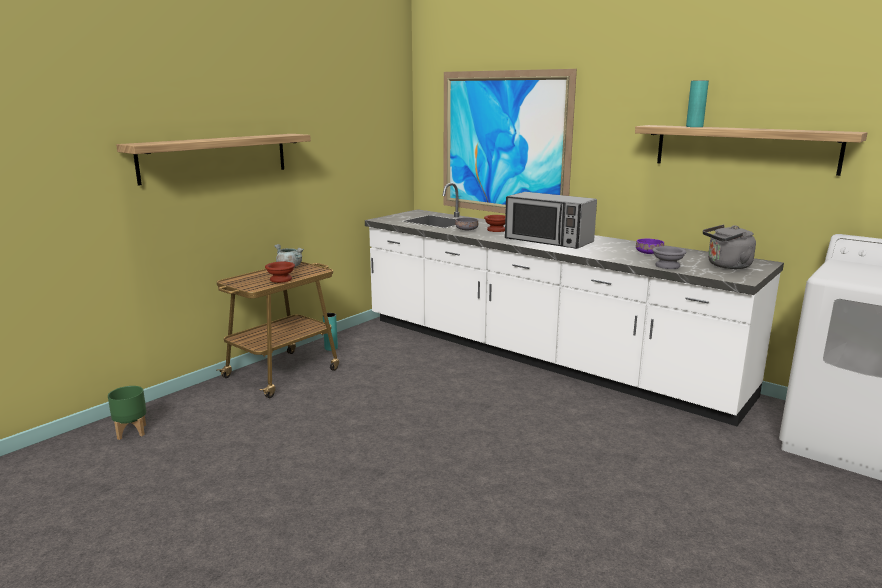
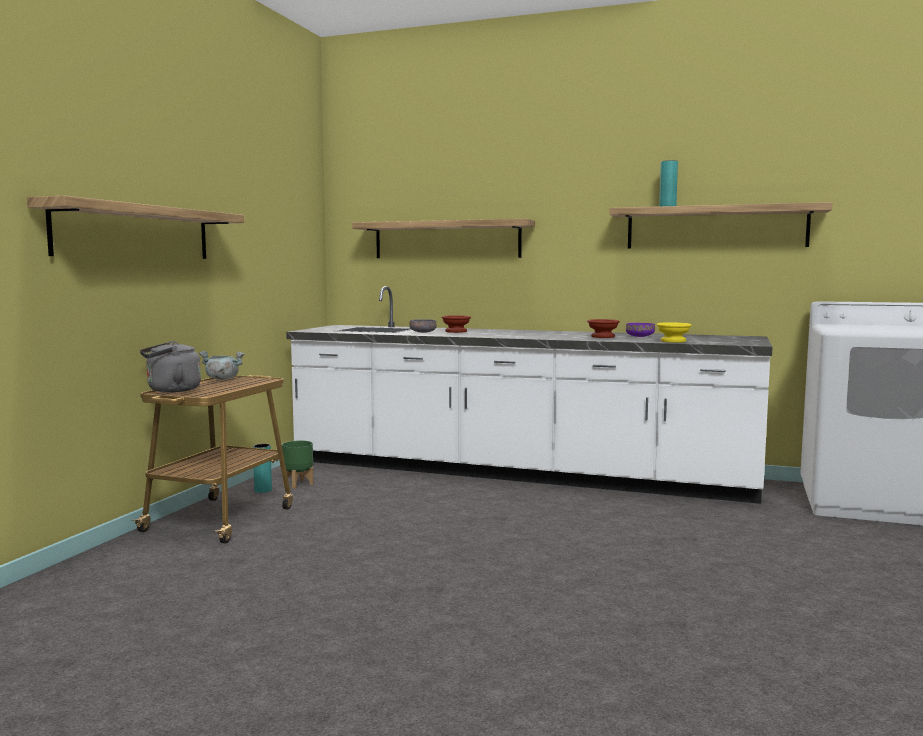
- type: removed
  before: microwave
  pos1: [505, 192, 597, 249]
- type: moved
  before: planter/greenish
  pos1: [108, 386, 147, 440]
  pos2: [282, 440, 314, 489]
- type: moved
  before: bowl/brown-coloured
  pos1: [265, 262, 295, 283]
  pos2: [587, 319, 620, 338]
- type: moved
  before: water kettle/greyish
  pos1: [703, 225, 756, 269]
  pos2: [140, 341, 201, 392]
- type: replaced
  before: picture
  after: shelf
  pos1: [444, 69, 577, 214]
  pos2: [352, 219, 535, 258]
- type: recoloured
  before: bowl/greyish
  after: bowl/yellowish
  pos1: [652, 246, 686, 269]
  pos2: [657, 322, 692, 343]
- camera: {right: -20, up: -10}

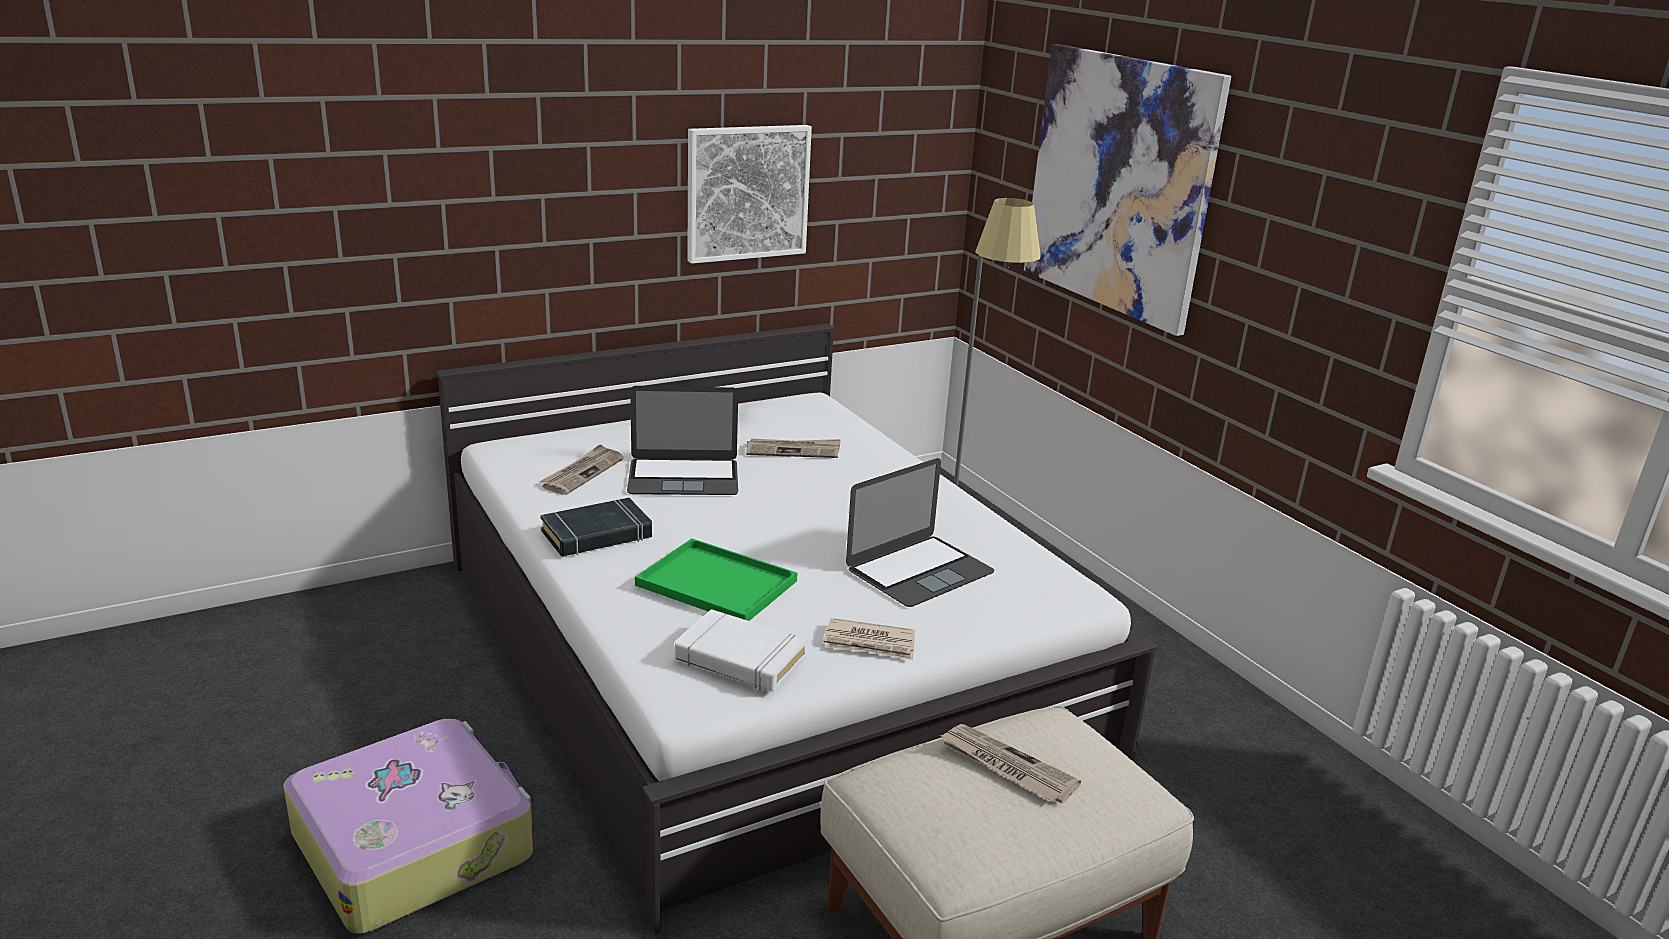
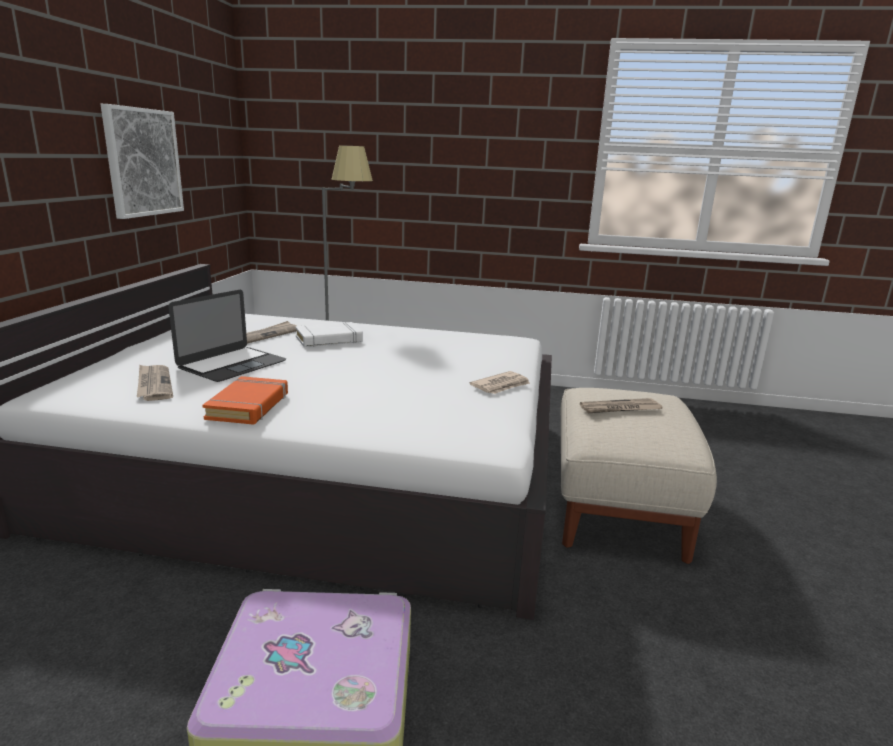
- type: removed
  before: carrying tray/greenish
  pos1: [635, 538, 797, 621]
- type: removed
  before: portable computer
  pos1: [846, 458, 994, 607]
- type: removed
  before: picture
  pos1: [1024, 44, 1231, 336]
- type: moved
  before: book/white-coloured
  pos1: [675, 609, 808, 692]
  pos2: [295, 322, 363, 347]
- type: recoloured
  before: book/black
  after: book/orangey
  pos1: [540, 498, 652, 556]
  pos2: [202, 376, 288, 425]
- camera: {right: -50, up: -5}

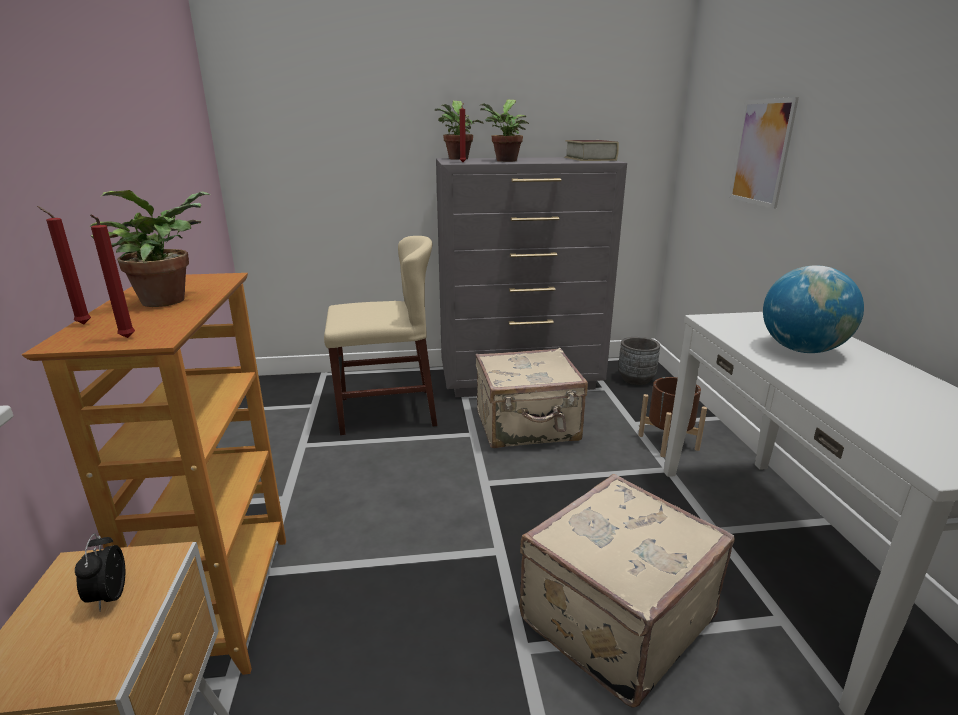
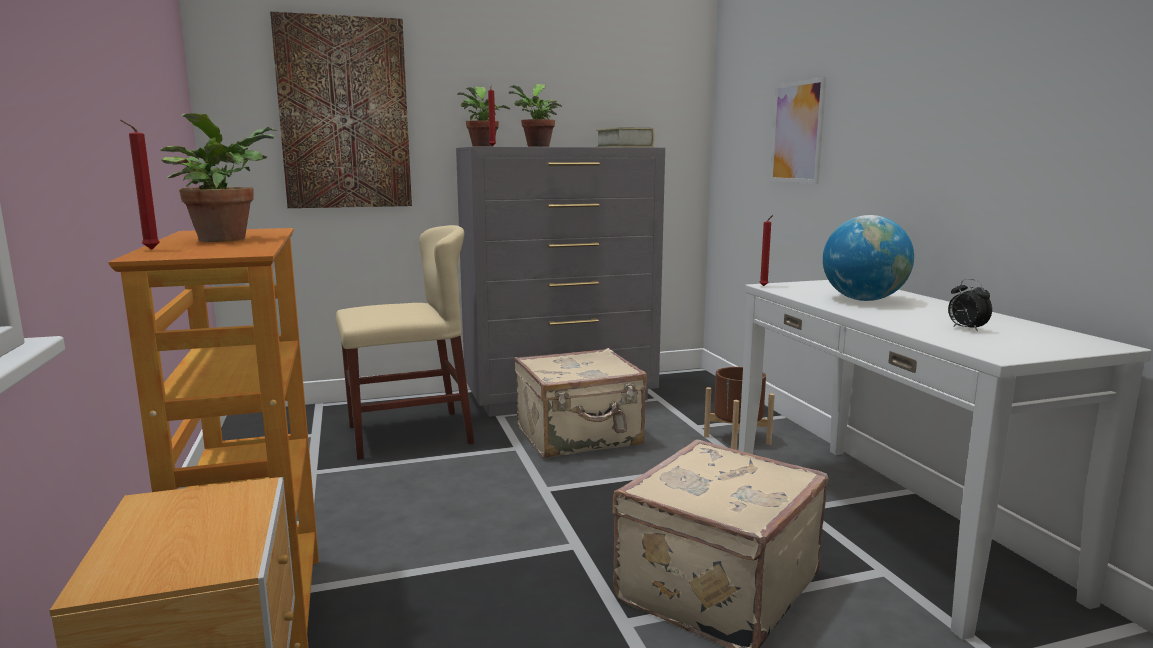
- type: removed
  before: planter/greyish
  pos1: [618, 337, 660, 385]
- type: added
  after: picture
  pos2: [270, 11, 412, 208]
- type: moved
  before: table clock
  pos1: [75, 533, 125, 612]
  pos2: [948, 279, 992, 332]
- type: moved
  before: candle/reddish
  pos1: [90, 214, 135, 338]
  pos2: [760, 215, 773, 286]
- camera: {right: -10, up: -10}

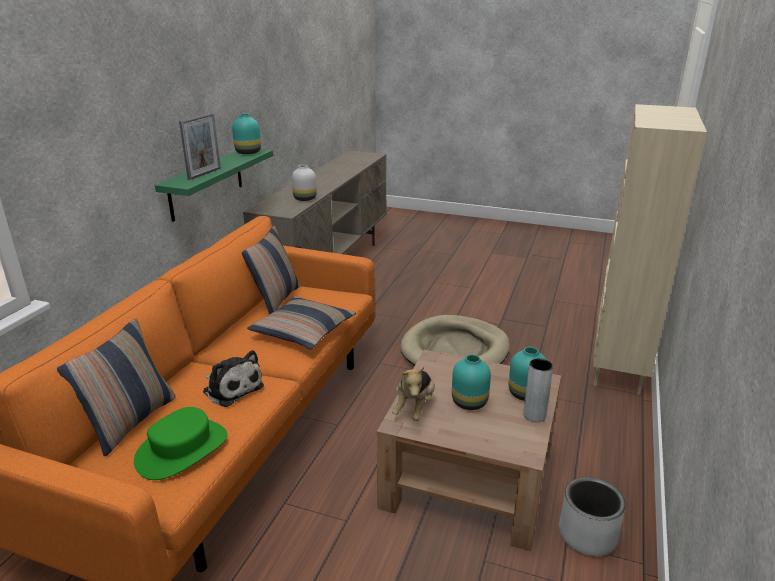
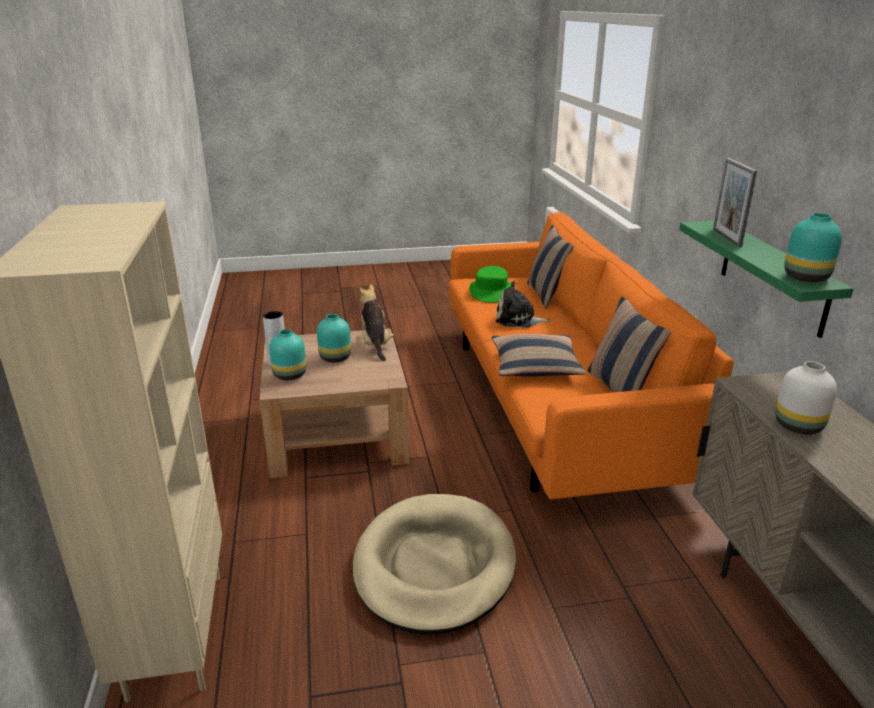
- type: removed
  before: planter/greyish
  pos1: [559, 477, 626, 556]
- camera: {right: 150, up: 0}

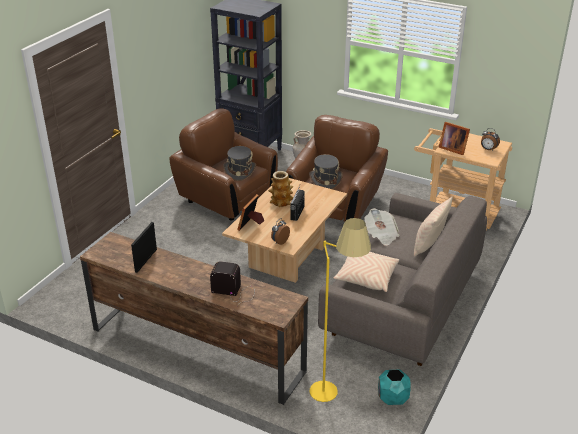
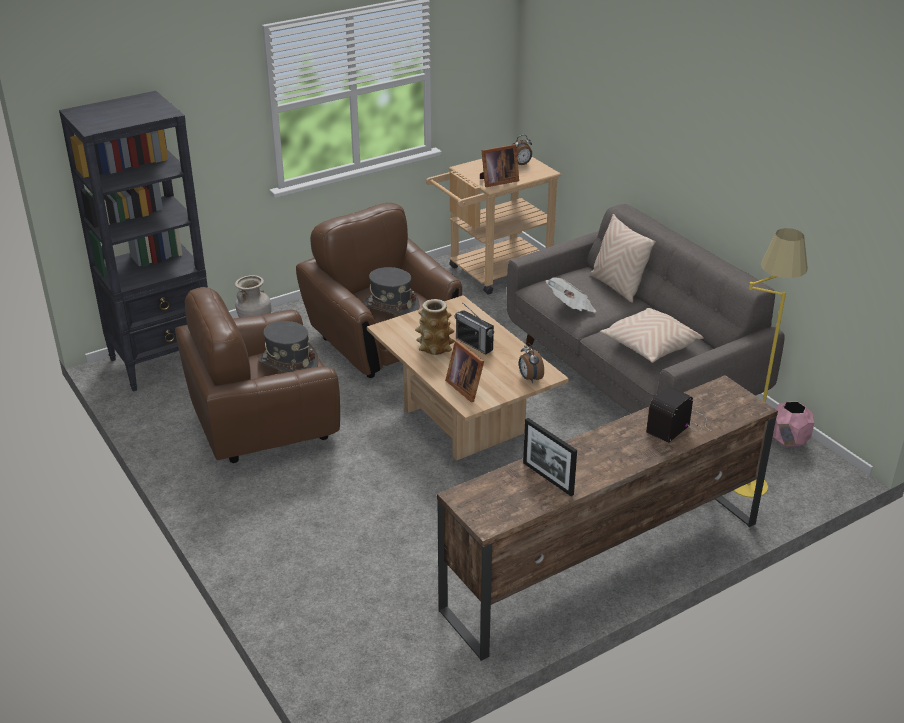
- type: recoloured
  before: planter/blue-green
  after: planter/pinkish
  pos1: [378, 370, 411, 405]
  pos2: [773, 402, 814, 447]
- camera: {right: -60, up: 0}

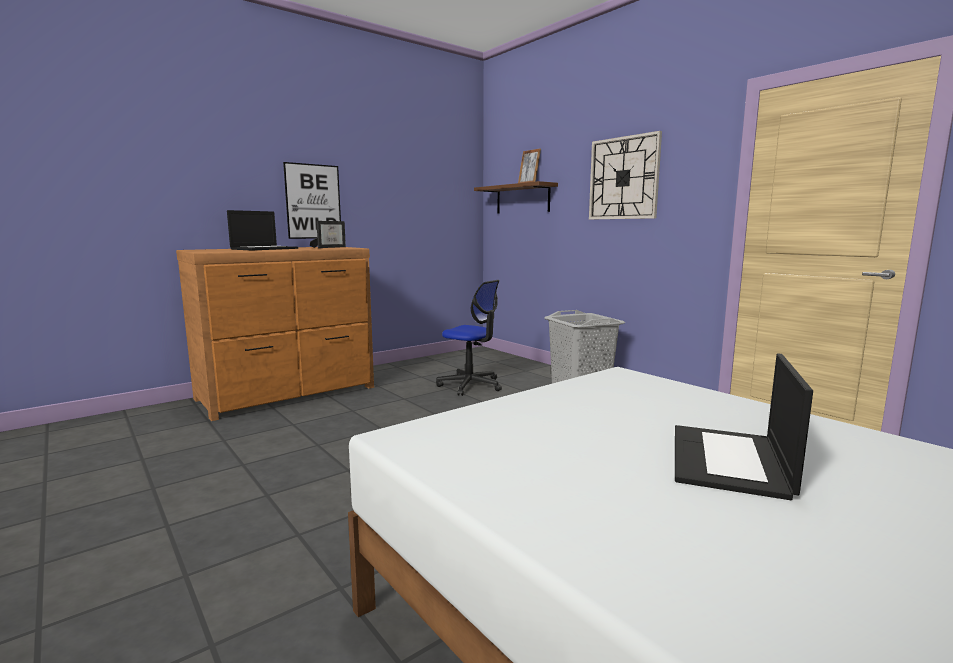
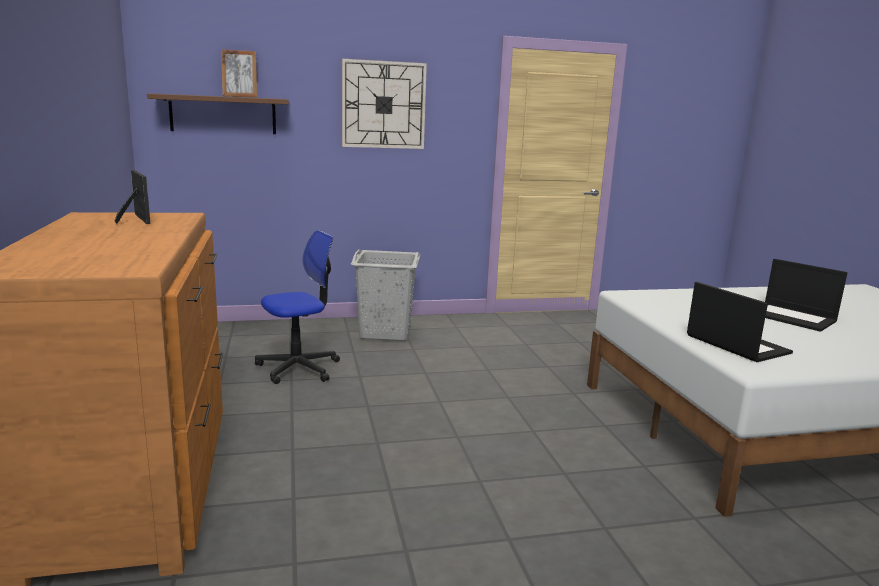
- type: removed
  before: picture
  pos1: [283, 162, 341, 239]
- type: moved
  before: portable computer
  pos1: [227, 210, 298, 250]
  pos2: [687, 282, 793, 362]
- camera: {right: -65, up: 5}

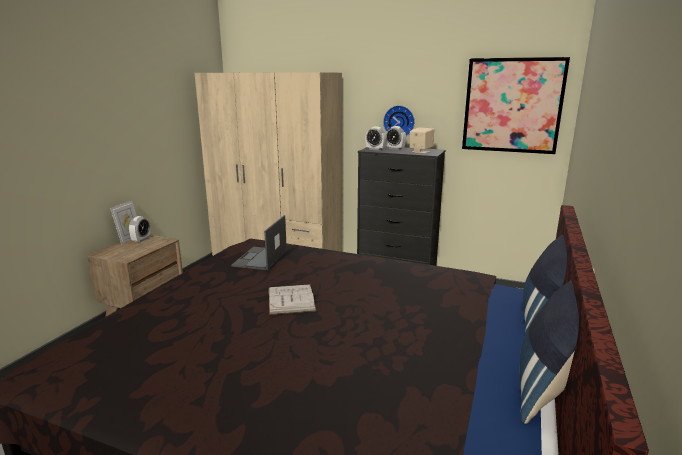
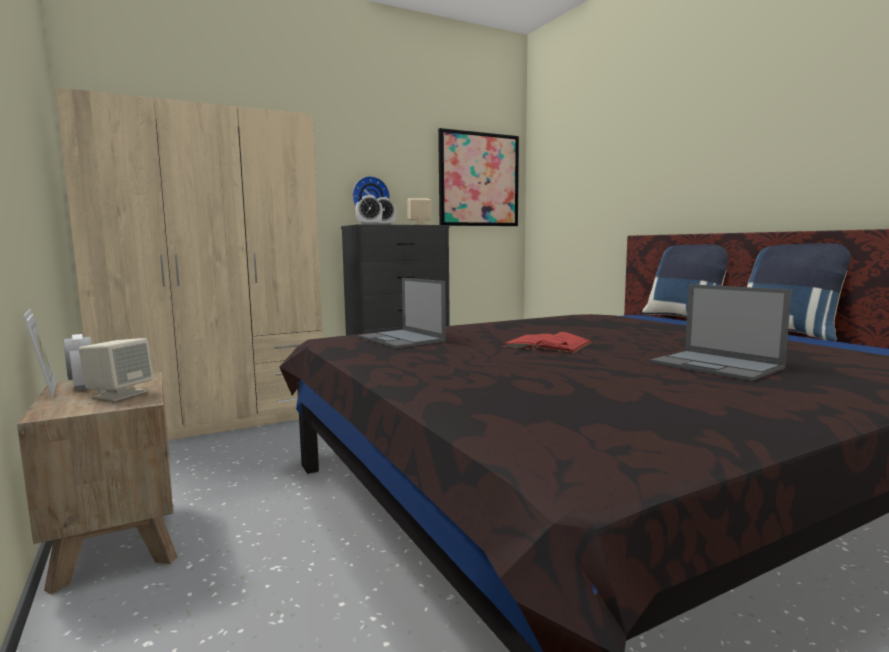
- type: added
  after: speaker/beige-coloured
  pos2: [79, 338, 154, 401]
- type: added
  after: portable computer
  pos2: [650, 284, 792, 381]
- type: recoloured
  before: book/white-coloured
  after: book/reddish
  pos1: [269, 284, 316, 315]
  pos2: [500, 332, 592, 353]
- camera: {right: -50, up: -10}

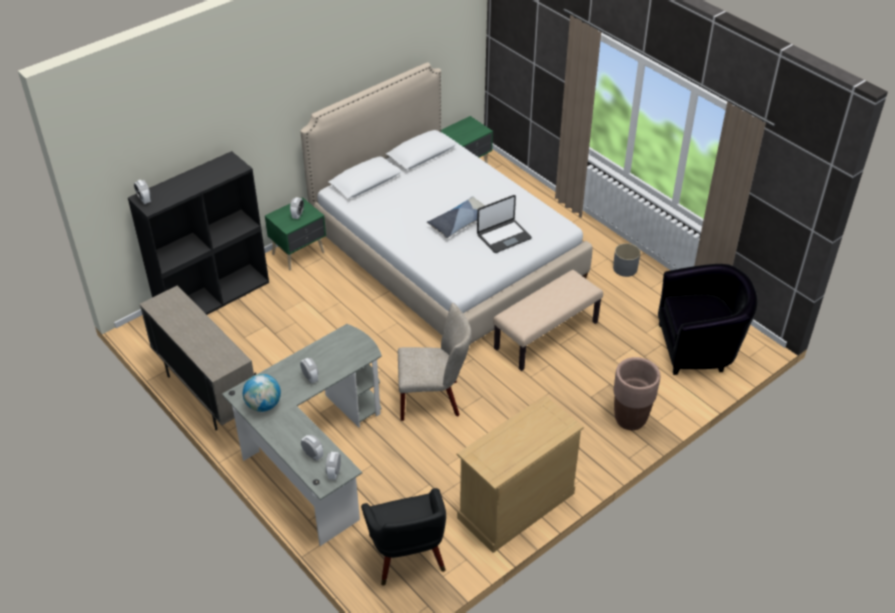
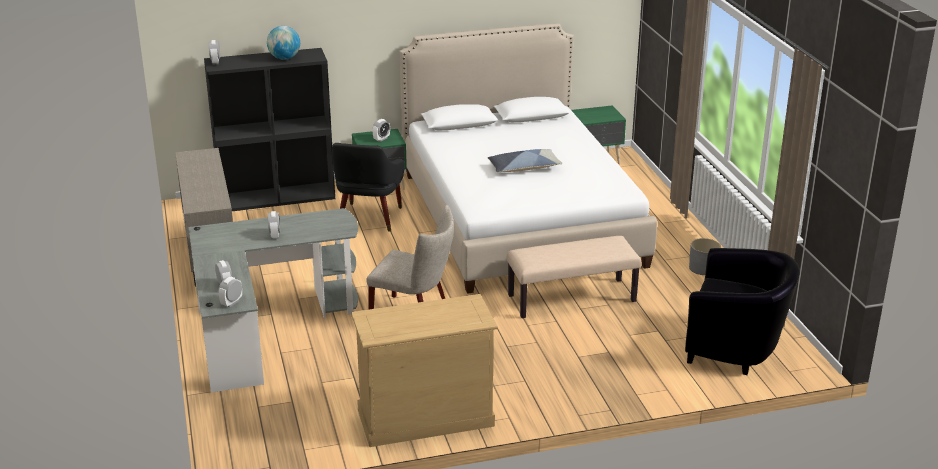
- type: removed
  before: portable computer
  pos1: [477, 195, 532, 253]
- type: removed
  before: planter/brown-coloured
  pos1: [614, 357, 660, 430]
- type: moved
  before: world globe
  pos1: [243, 374, 281, 412]
  pos2: [267, 26, 300, 60]
- type: moved
  before: easy chair/black
  pos1: [361, 488, 446, 586]
  pos2: [332, 143, 405, 232]
- camera: {right: 25, up: -15}

